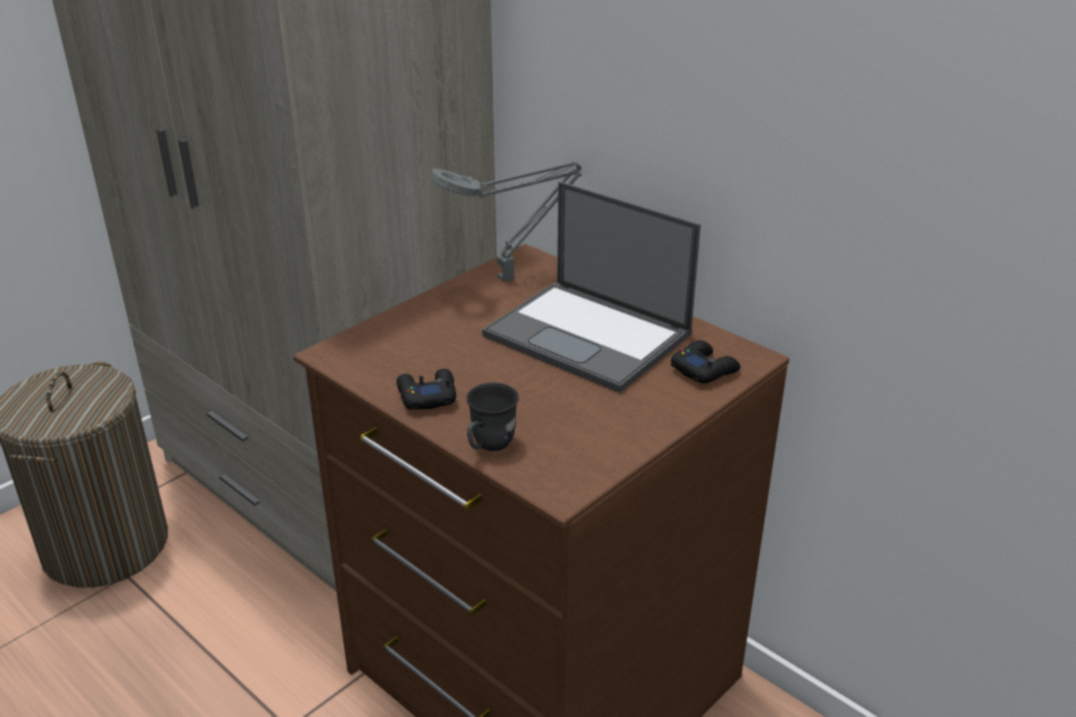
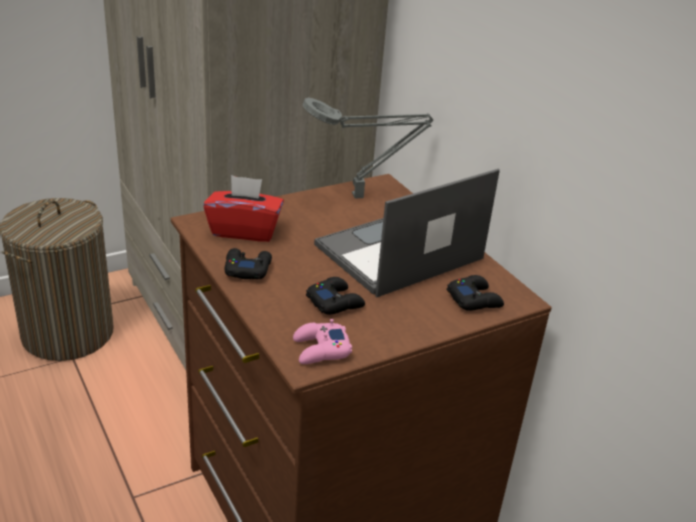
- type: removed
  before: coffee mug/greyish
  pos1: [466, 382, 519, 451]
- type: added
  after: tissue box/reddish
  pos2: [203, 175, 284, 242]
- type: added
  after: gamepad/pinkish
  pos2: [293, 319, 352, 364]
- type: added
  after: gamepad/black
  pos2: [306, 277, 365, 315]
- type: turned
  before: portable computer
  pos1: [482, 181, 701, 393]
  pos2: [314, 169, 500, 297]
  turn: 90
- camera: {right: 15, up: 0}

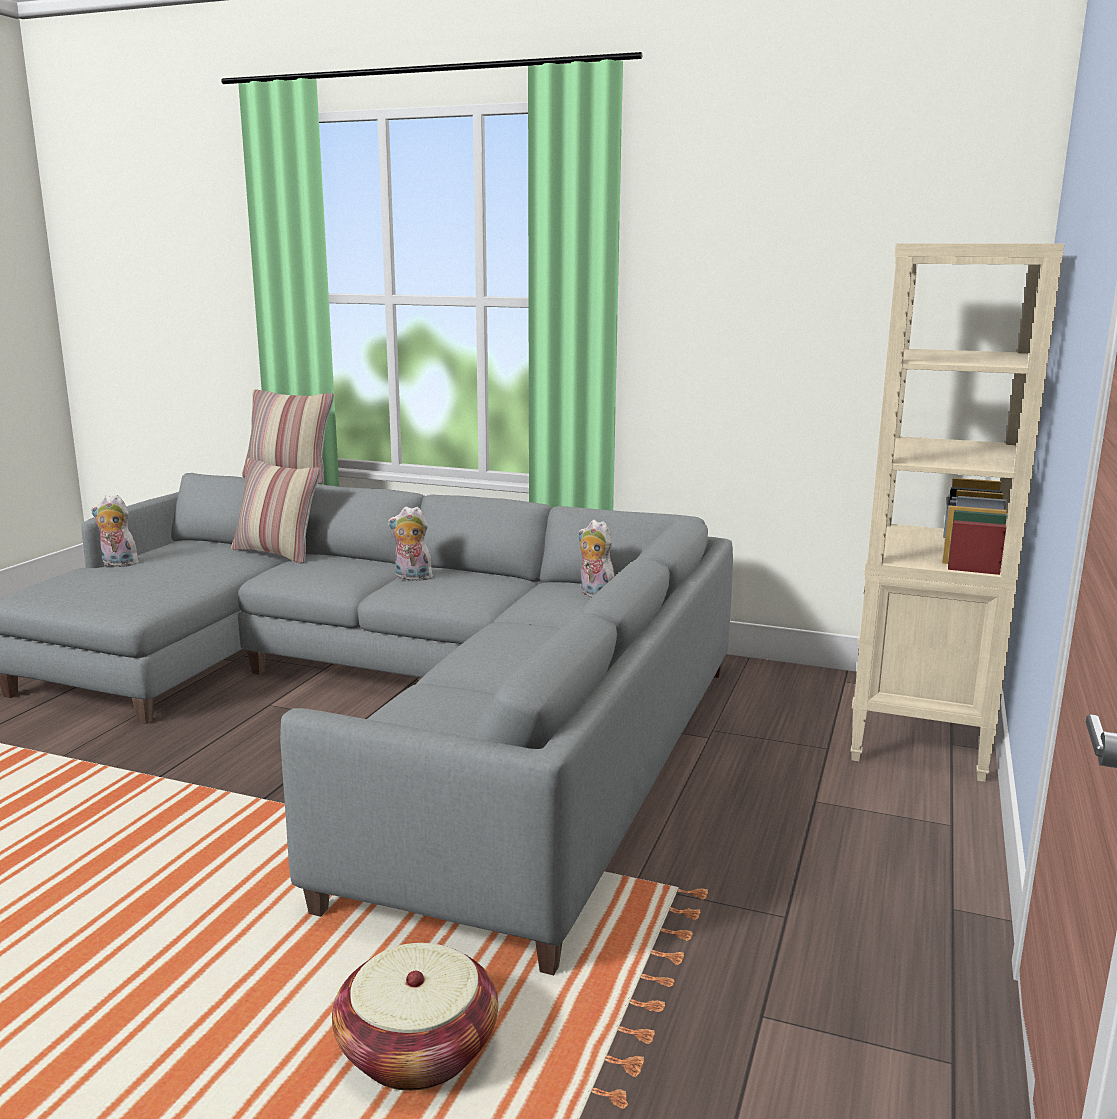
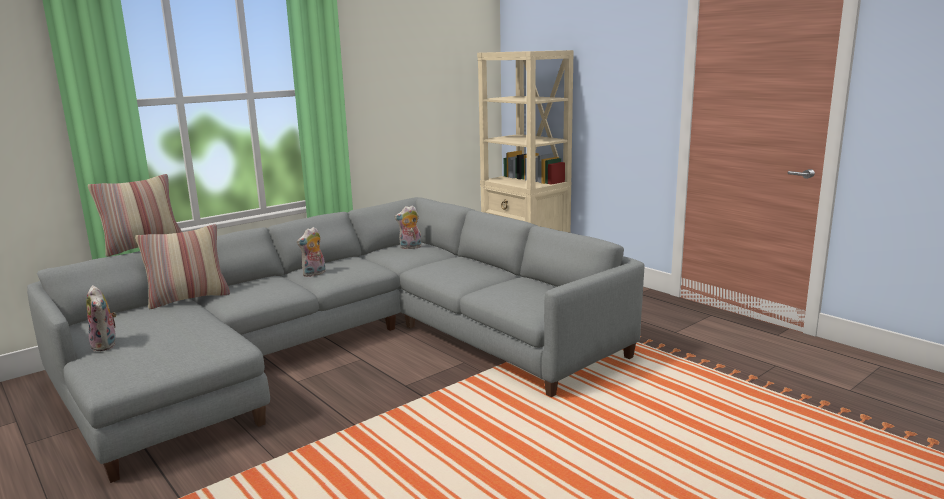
- type: removed
  before: basket
  pos1: [332, 943, 498, 1091]
- type: turned
  before: soft toy
  pos1: [91, 495, 139, 567]
  pos2: [86, 285, 117, 351]
  turn: -75
- camera: {right: -60, up: 0}

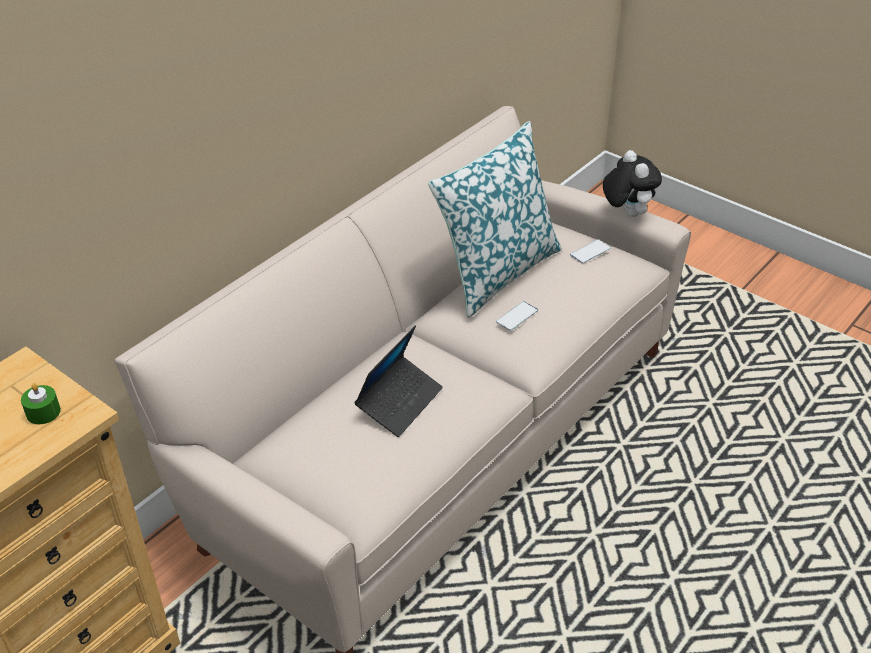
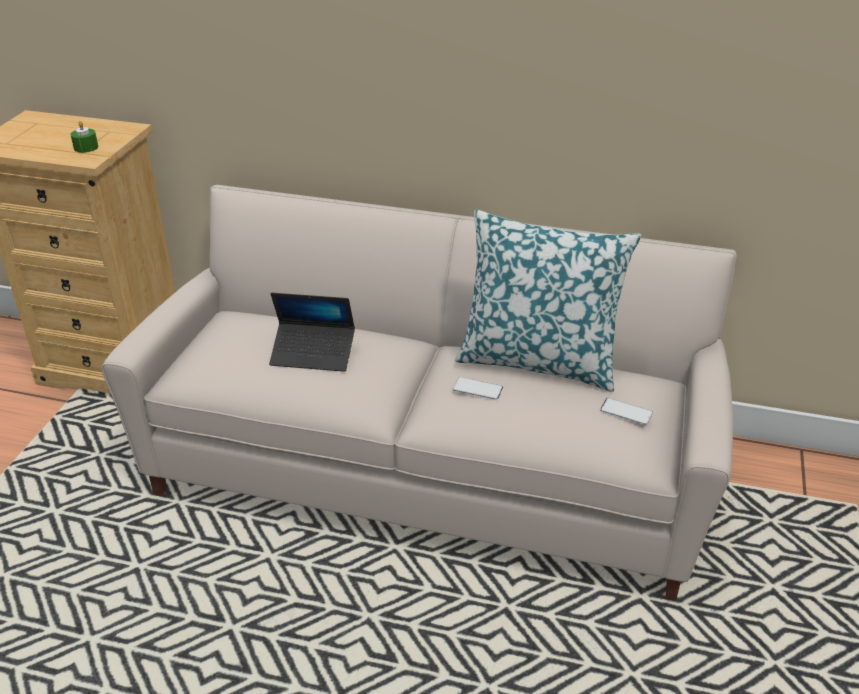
- type: removed
  before: soft toy
  pos1: [603, 150, 662, 217]
- camera: {right: 65, up: -5}

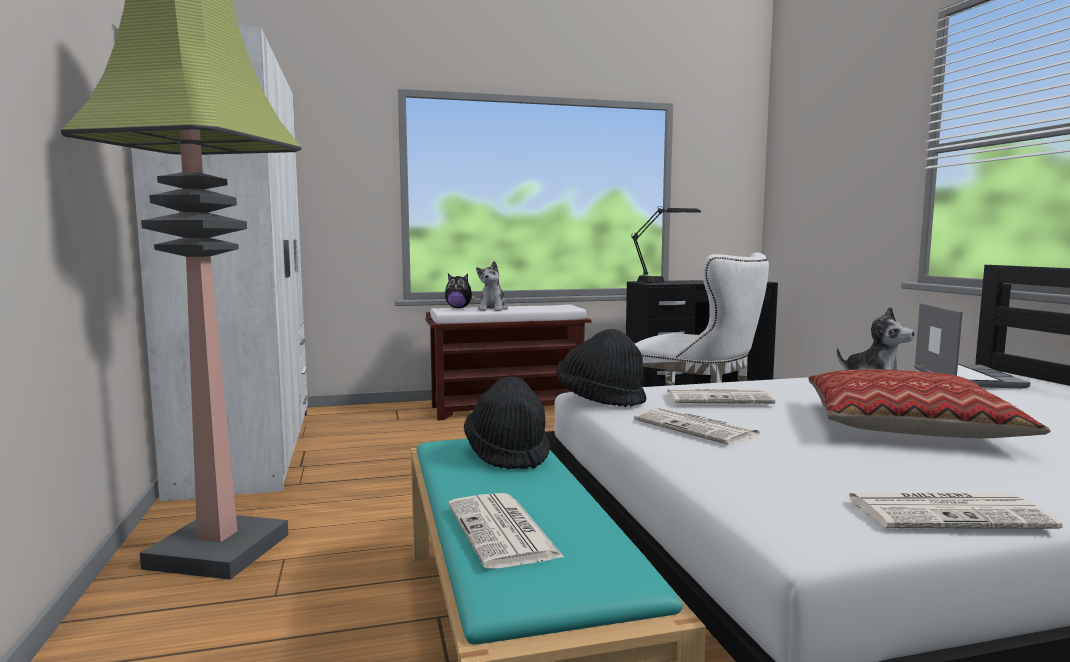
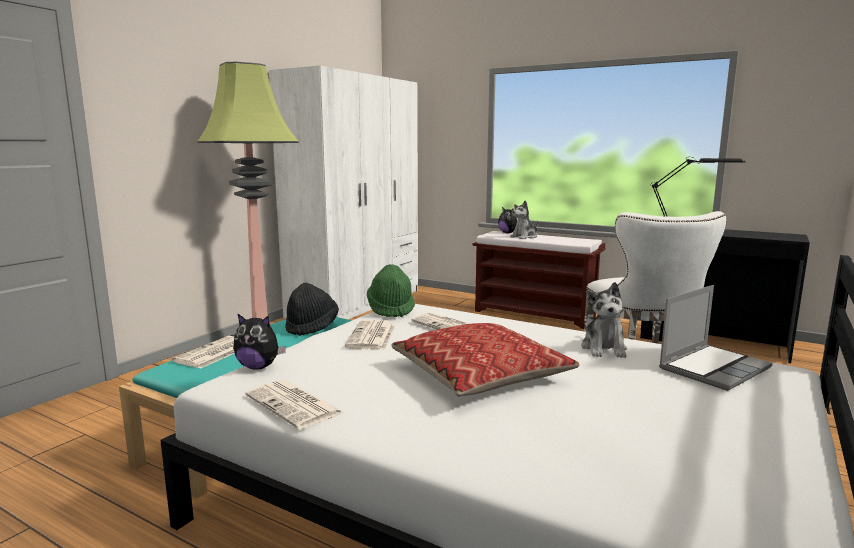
- type: added
  after: soft toy
  pos2: [233, 313, 286, 370]
- type: recoloured
  before: clothing hat/black
  after: clothing hat/greenish
  pos1: [556, 329, 647, 407]
  pos2: [367, 264, 415, 317]
- camera: {right: 45, up: 5}

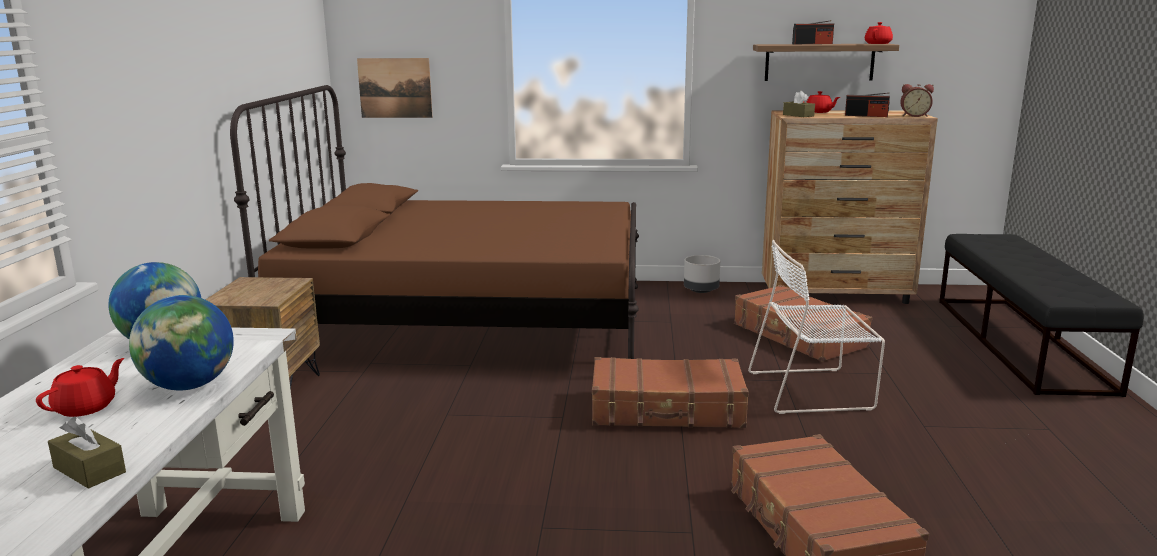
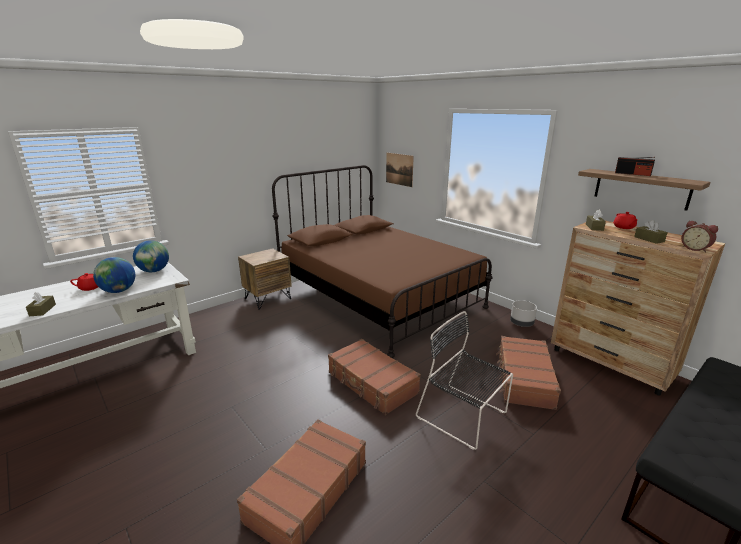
- type: removed
  before: tea pot/reddish
  pos1: [865, 22, 893, 44]
- type: replaced
  before: radio set
  after: tissue box/brown-coloured
  pos1: [845, 93, 890, 117]
  pos2: [634, 220, 668, 244]
- type: recoloured
  before: upright chair/white-coloured
  after: upright chair/black
  pos1: [748, 240, 885, 414]
  pos2: [416, 311, 513, 450]
- camera: {right: 45, up: 5}

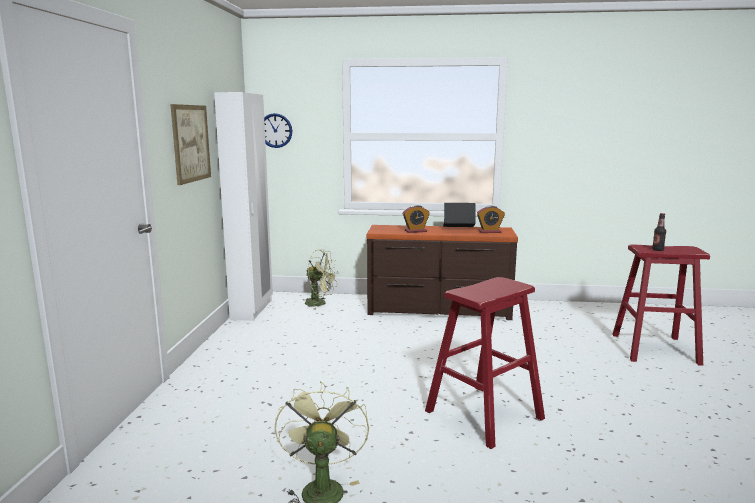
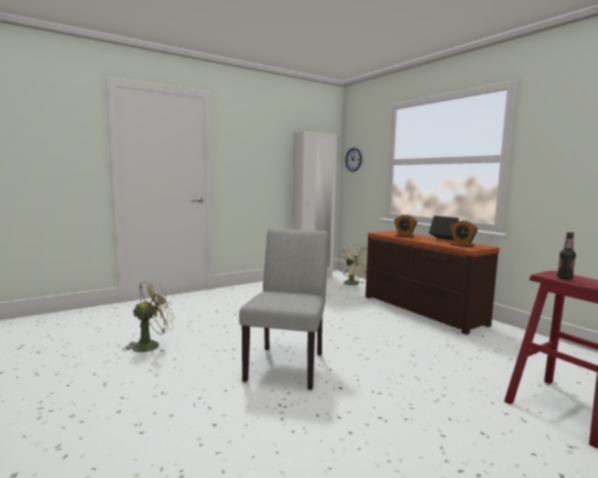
- type: removed
  before: picture
  pos1: [170, 104, 211, 185]
- type: replaced
  before: sitting stool/reddish
  after: upright chair/greyish
  pos1: [425, 277, 545, 449]
  pos2: [239, 229, 329, 390]
- camera: {right: 50, up: -5}

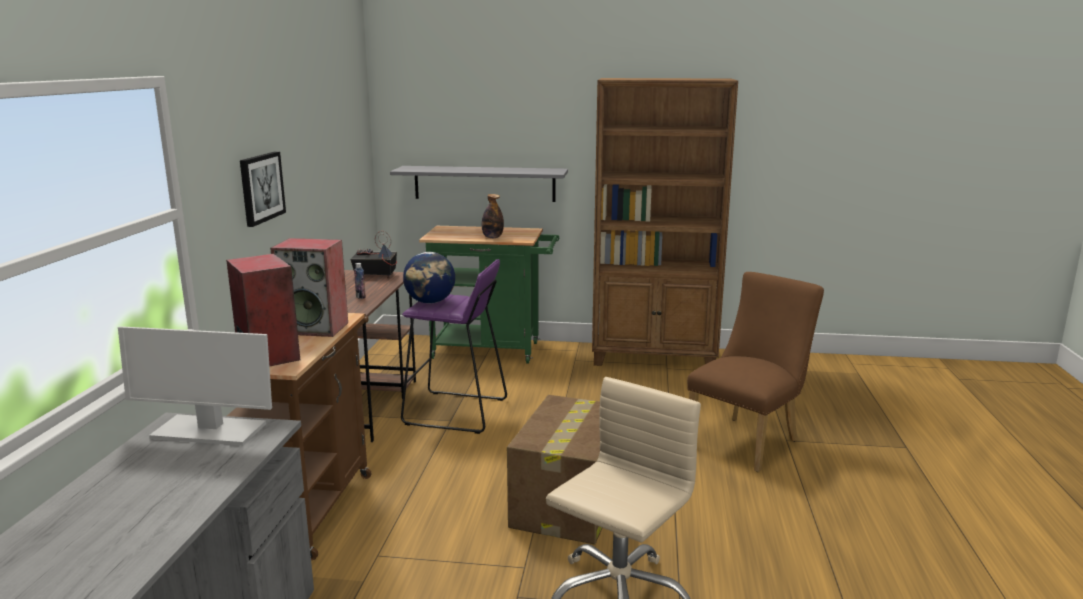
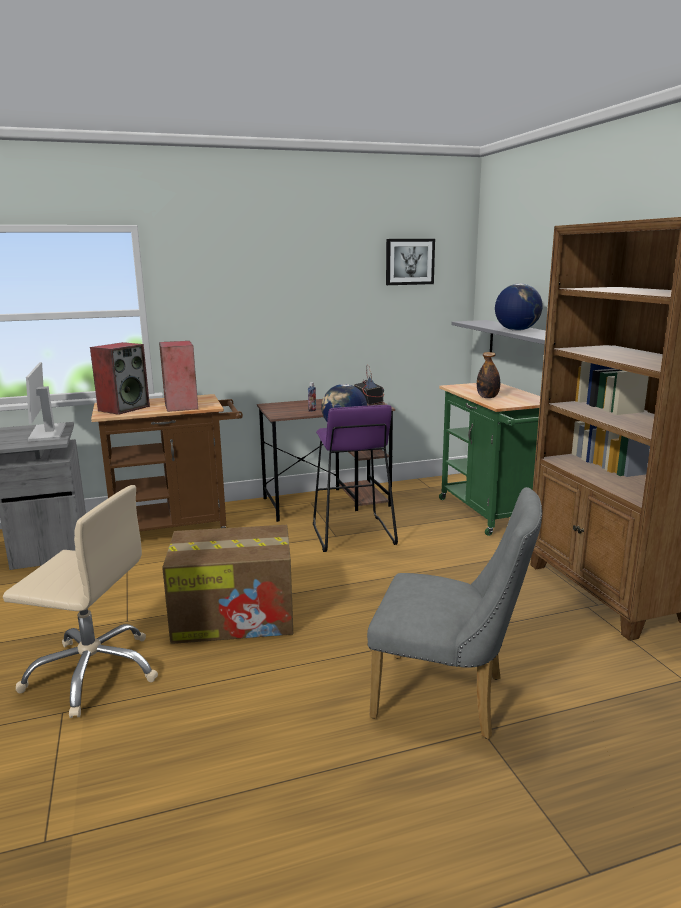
- type: added
  after: world globe
  pos2: [495, 283, 543, 331]
- type: moved
  before: picture
  pos1: [240, 151, 286, 227]
  pos2: [386, 239, 435, 285]
- type: recoloured
  before: upright chair/brown-coloured
  after: upright chair/greyish
  pos1: [687, 272, 824, 472]
  pos2: [367, 487, 542, 739]
- camera: {right: 65, up: 0}

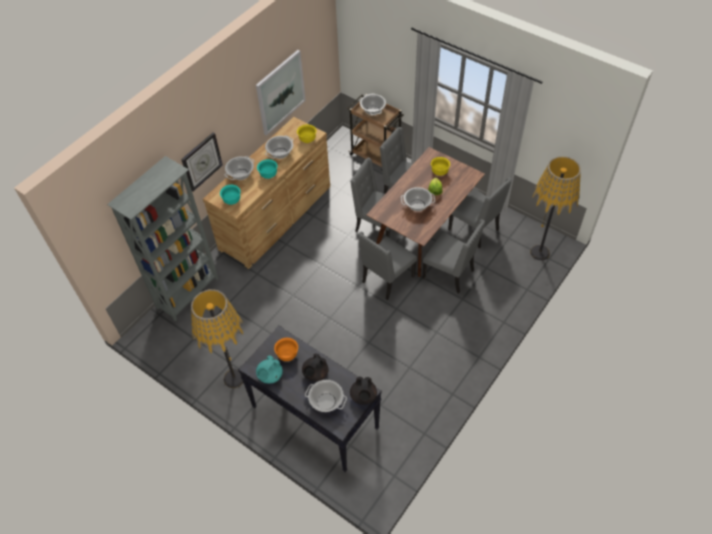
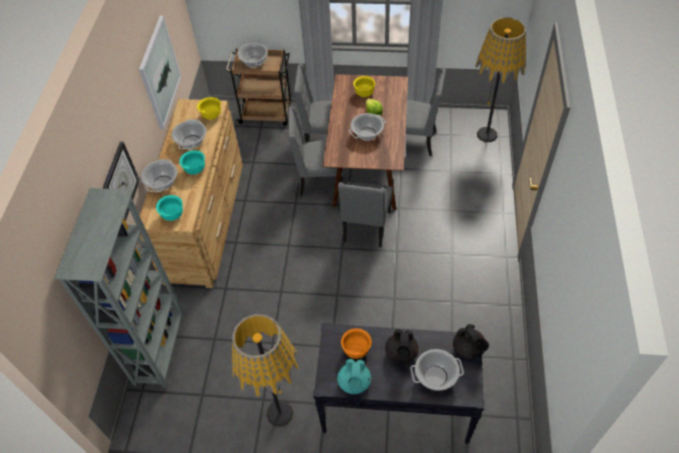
- type: removed
  before: upright chair/greyish
  pos1: [423, 219, 486, 294]
- camera: {right: -30, up: 0}

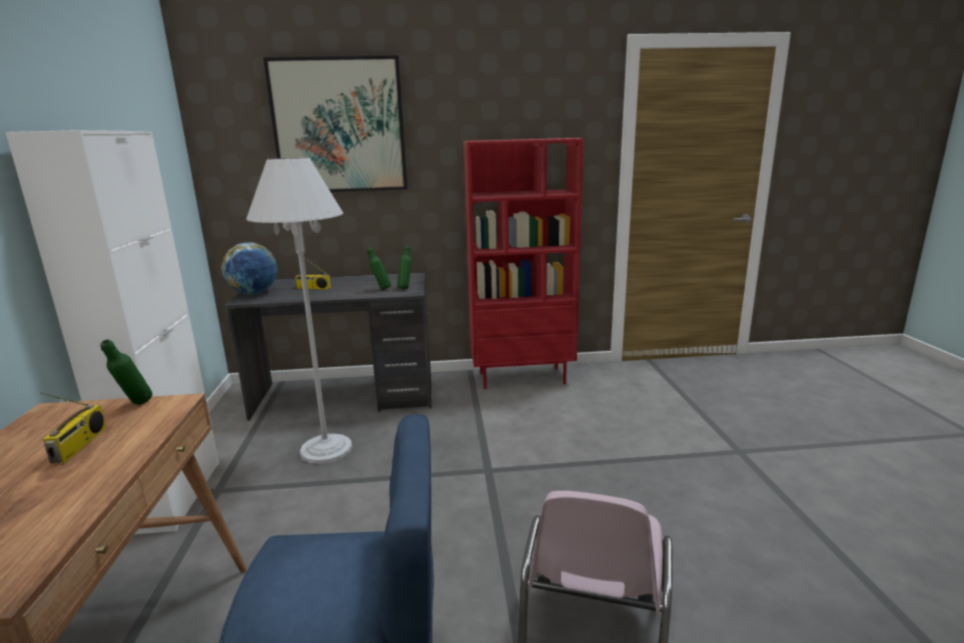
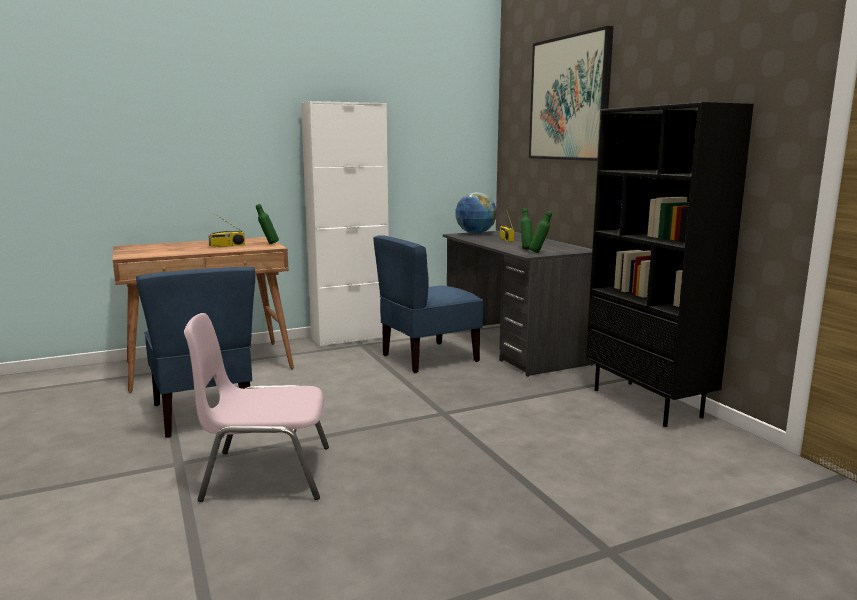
- type: replaced
  before: standing lamp/white-coloured
  after: upright chair/blue-coloured
  pos1: [246, 158, 352, 464]
  pos2: [373, 235, 483, 373]
- type: recoloured
  before: shelving unit/reddish
  after: shelving unit/black
  pos1: [463, 138, 584, 389]
  pos2: [586, 102, 754, 427]
- camera: {right: 70, up: -5}

